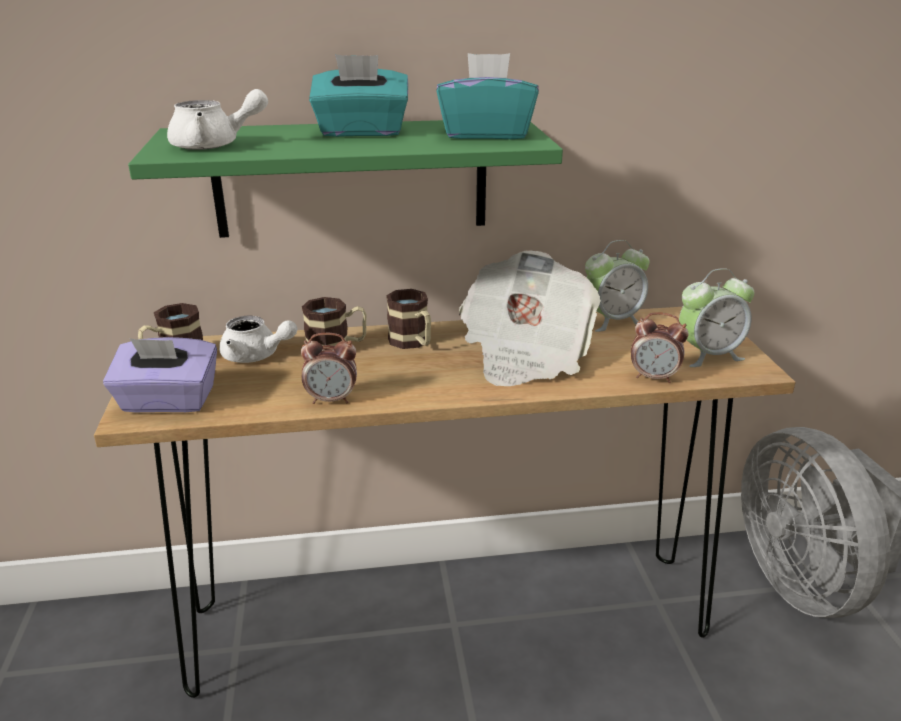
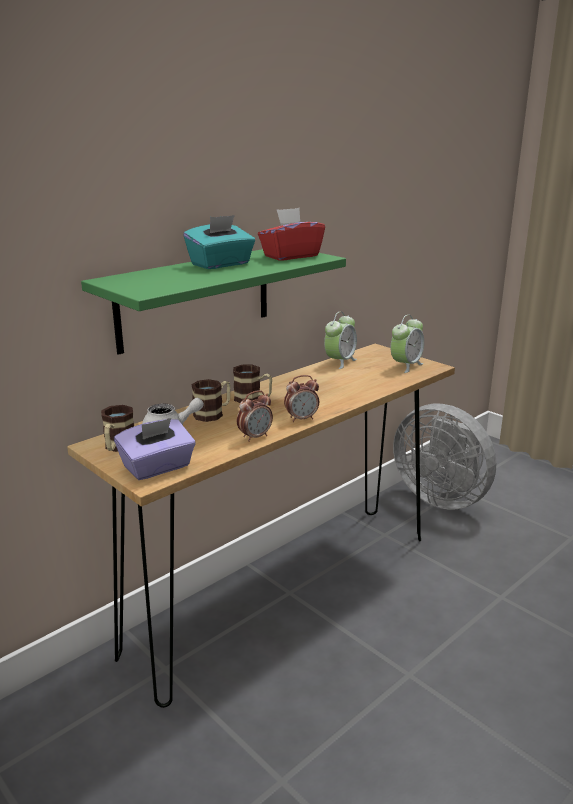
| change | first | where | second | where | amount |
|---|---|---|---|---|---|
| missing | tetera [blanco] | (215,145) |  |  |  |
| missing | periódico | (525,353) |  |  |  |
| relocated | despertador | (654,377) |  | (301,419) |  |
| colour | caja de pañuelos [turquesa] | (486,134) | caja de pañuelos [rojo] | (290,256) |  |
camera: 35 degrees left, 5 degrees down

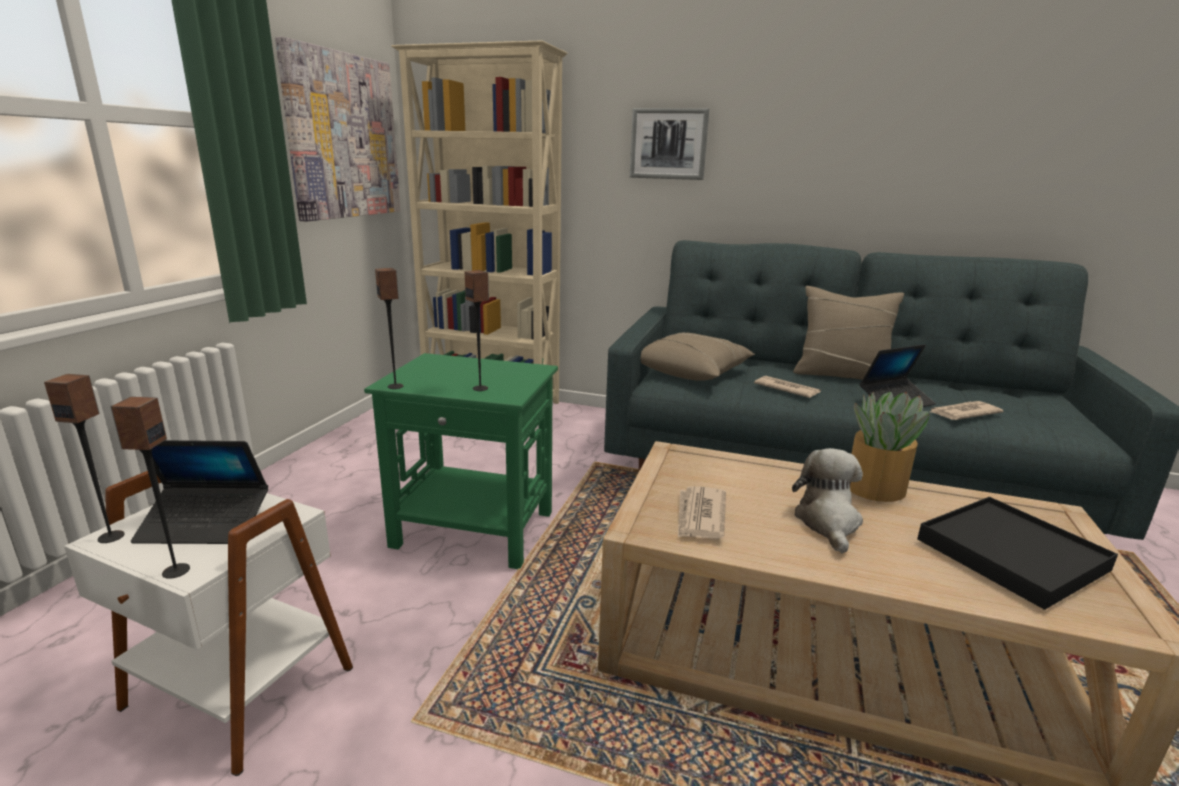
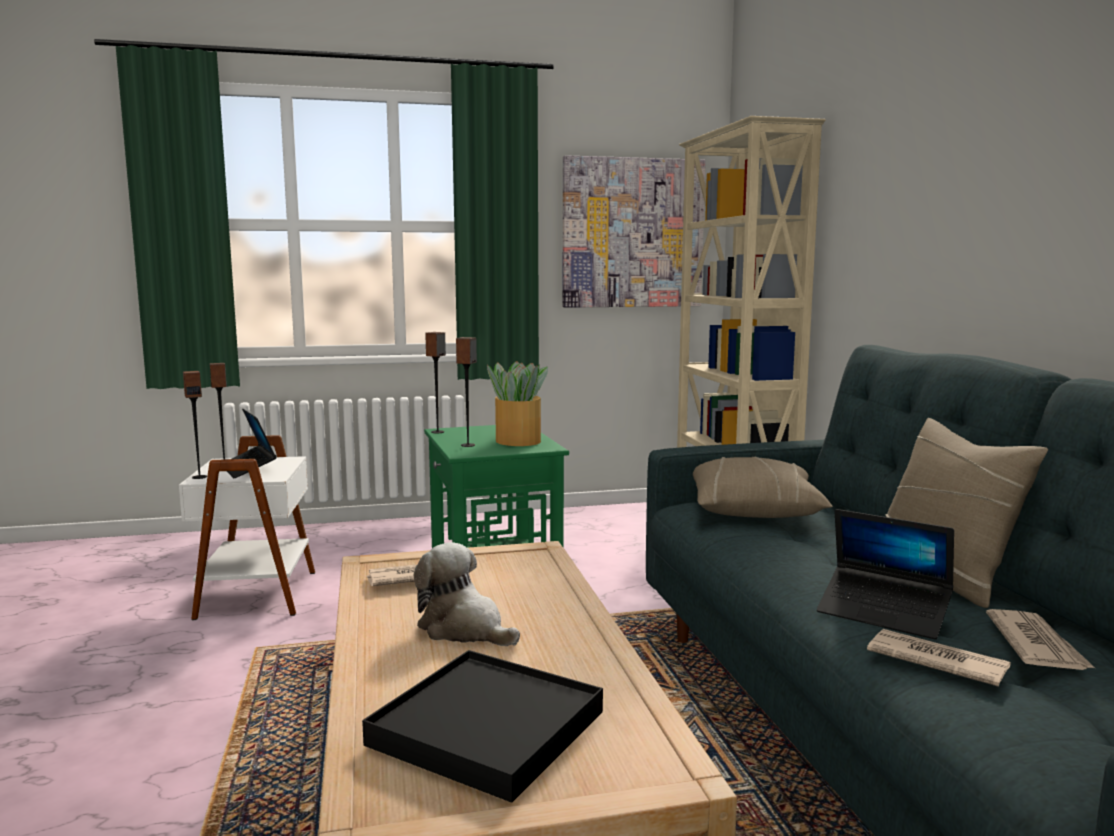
| change | first | where | second | where | amount |
|---|---|---|---|---|---|
| missing | cuadro | (668,144) |  |  |  |
| relocated | periódico | (786,389) |  | (1036,645) |  |
| relocated | planta en maceta | (874,488) |  | (517,441) |  |
| spun | peluche | (828,522) |  | (464,629) | 120 degrees counterclockwise |
camera: 60 degrees right, 10 degrees down

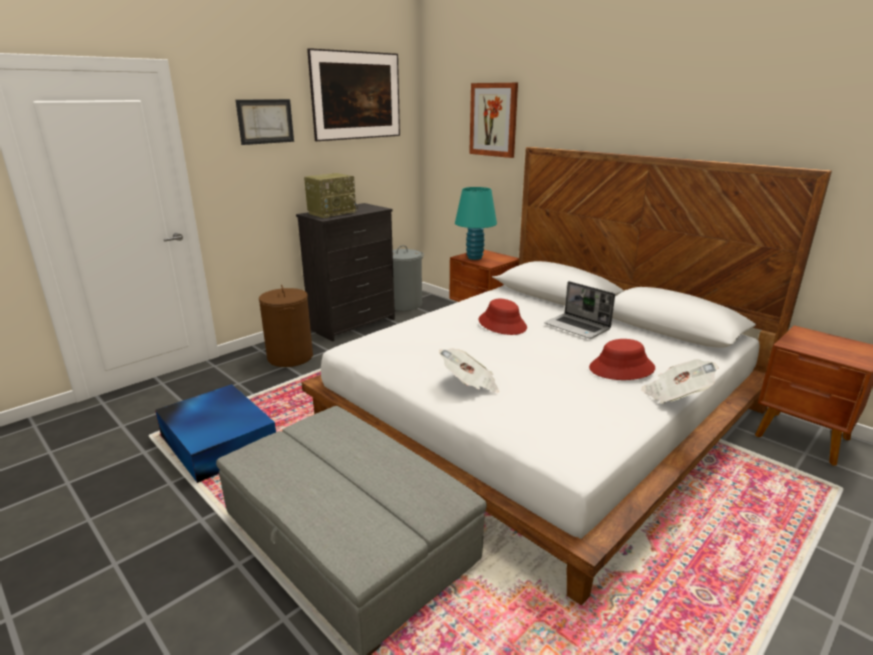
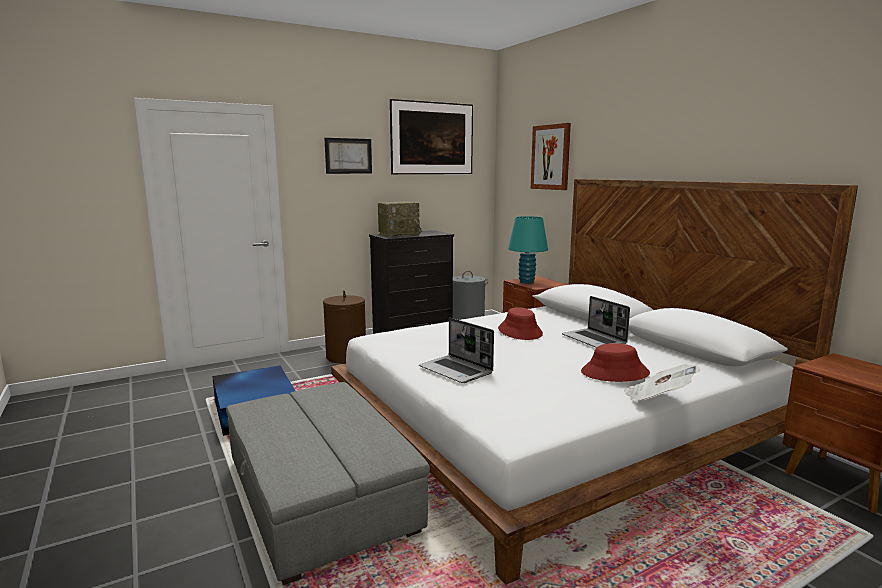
| change | first | where | second | where | amount |
|---|---|---|---|---|---|
| exchanged | periódico | (470,385) | portátil | (456,370) |  |
camera: 15 degrees right, 10 degrees down

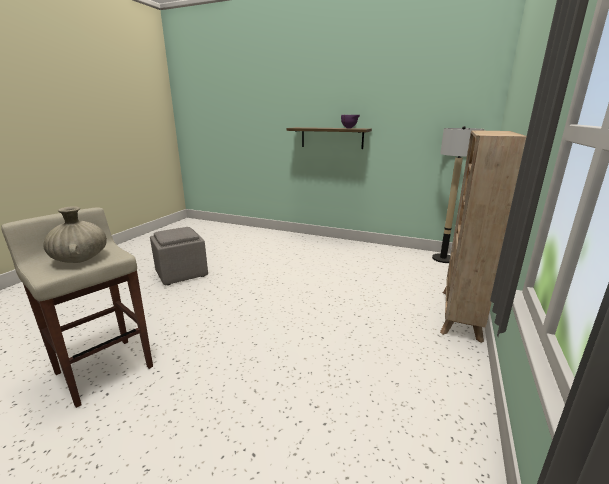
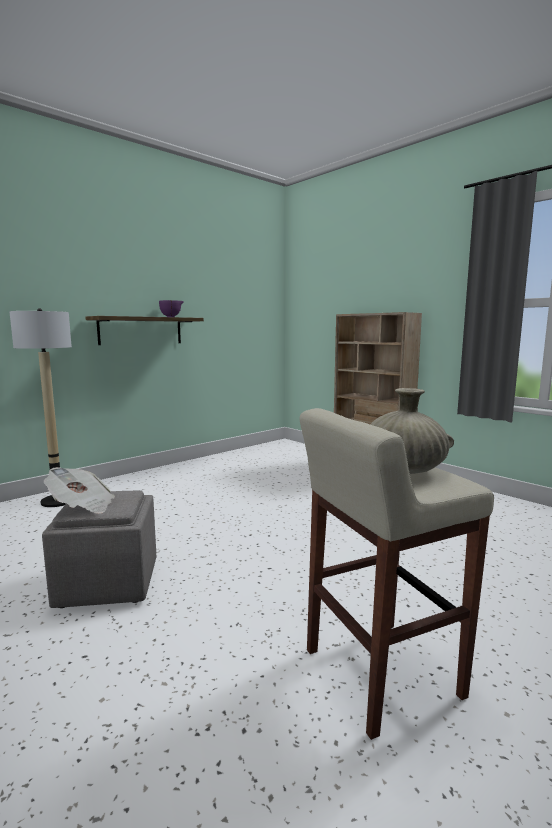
| change | first | where | second | where | amount |
|---|---|---|---|---|---|
| appeared |  |  | periódico | (82,506) |  |
| relocated | lámpara de pie | (443,258) |  | (58,501) |  |
camera: 65 degrees left, 10 degrees down

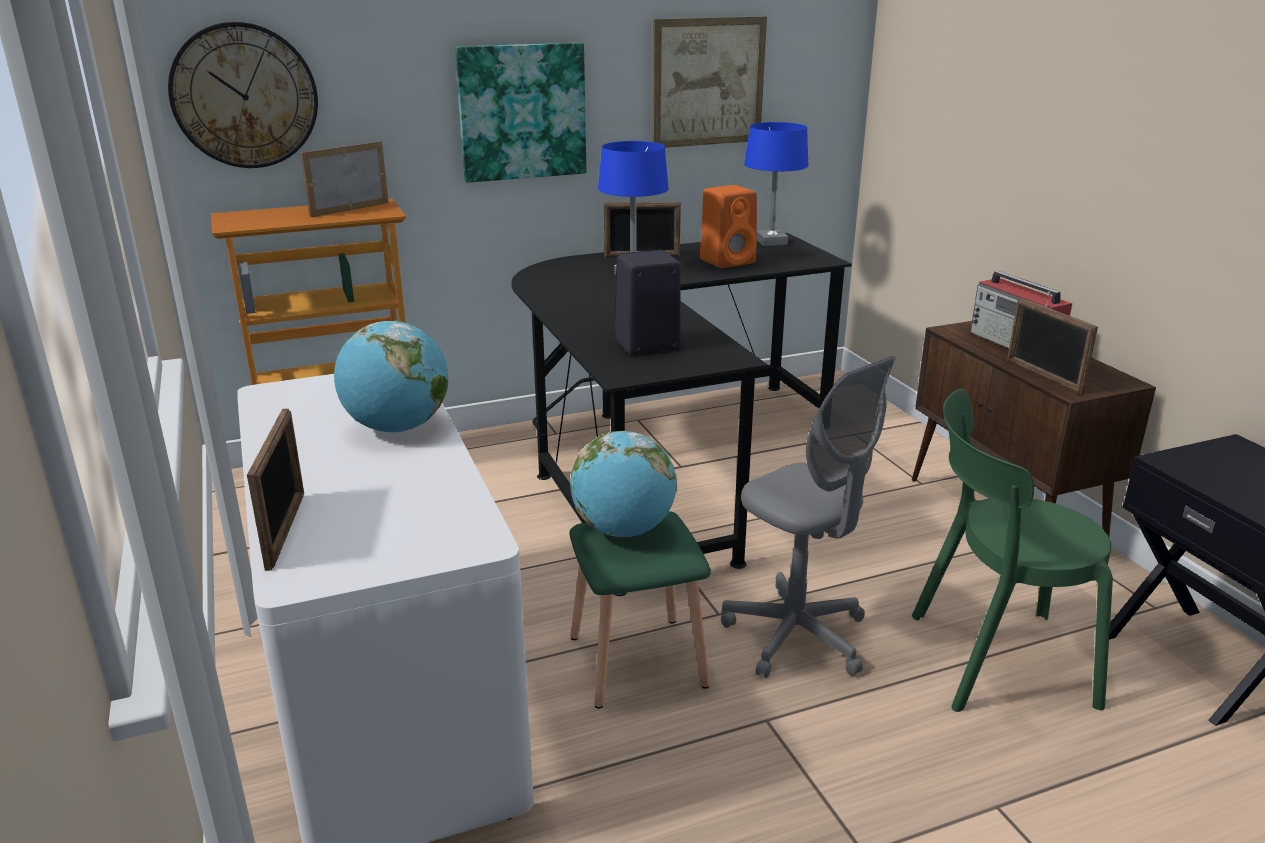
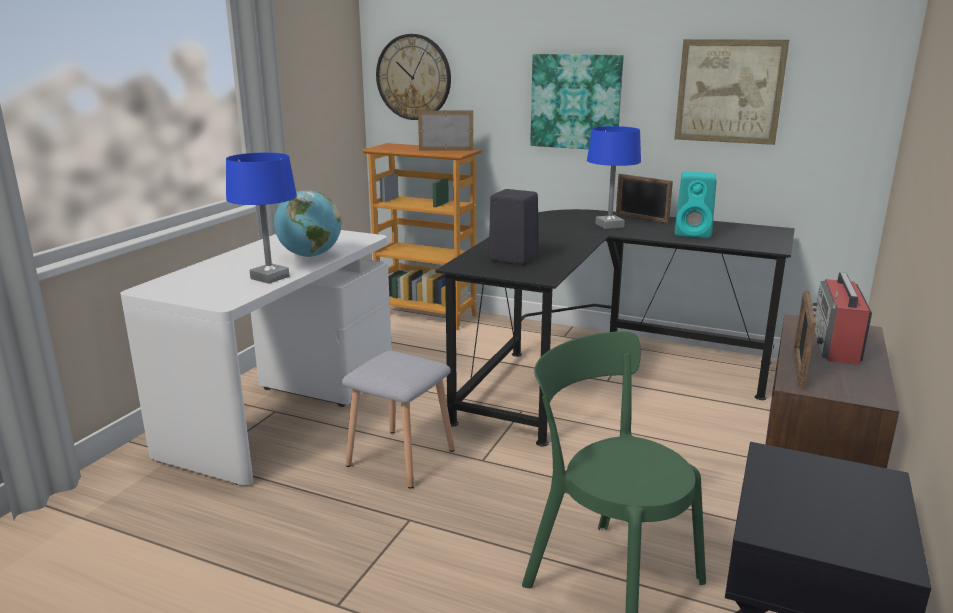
| change | first | where | second | where | amount |
|---|---|---|---|---|---|
| missing | portarretratos | (286,530) |  |  |  |
| missing | globo terráqueo | (624,530) |  |  |  |
| missing | silla de oficina [gris] | (796,636) |  |  |  |
| relocated | lámpara de mesa [azul] | (771,242) |  | (269,277) |  |
| colour | taburete [verde] | (639,662) | taburete [gris] | (400,458) |  |
| colour | altavoz [naranja] | (728,261) | altavoz [turquesa] | (694,233) |  |
camera: 45 degrees right, 5 degrees down

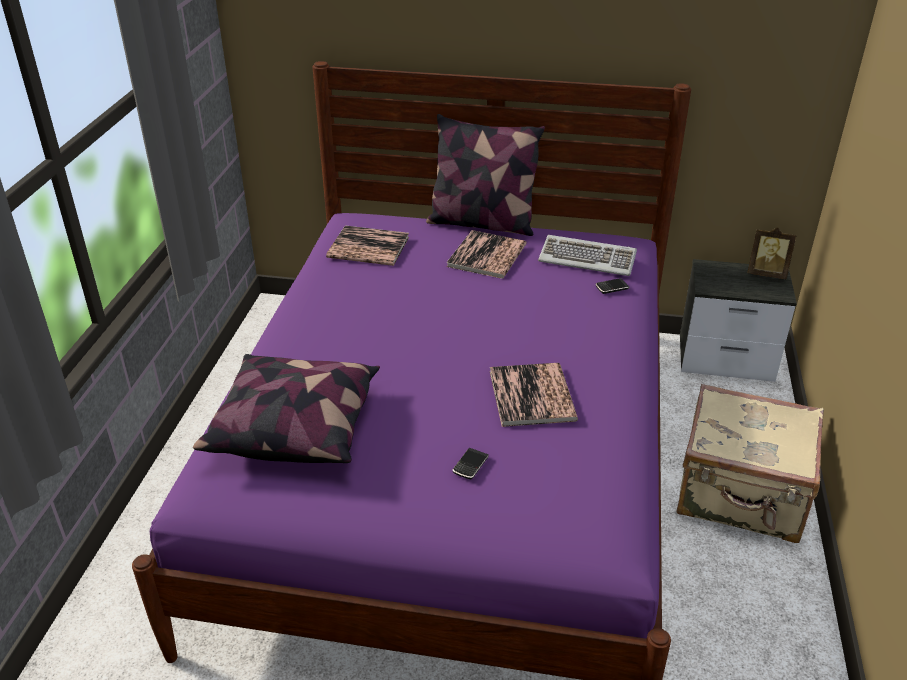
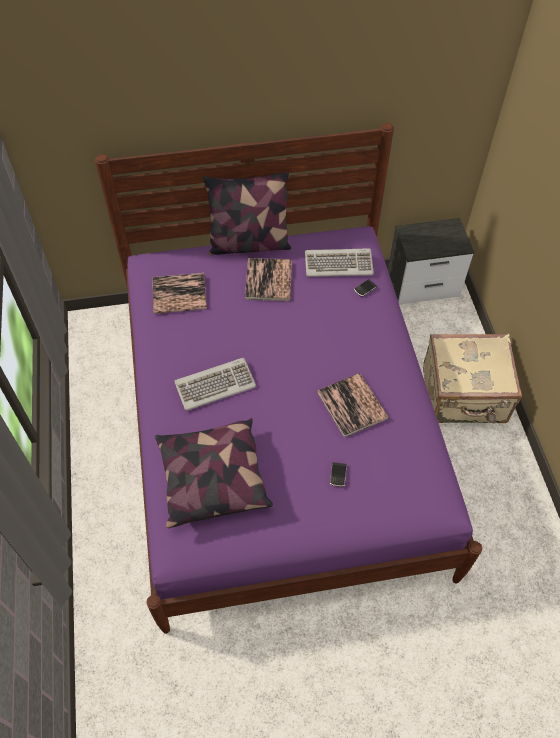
| change | first | where | second | where | amount |
|---|---|---|---|---|---|
| missing | portarretratos | (766,273) |  |  |  |
| appeared |  |  | teclado | (215,385) |  |
camera: 20 degrees left, 20 degrees up

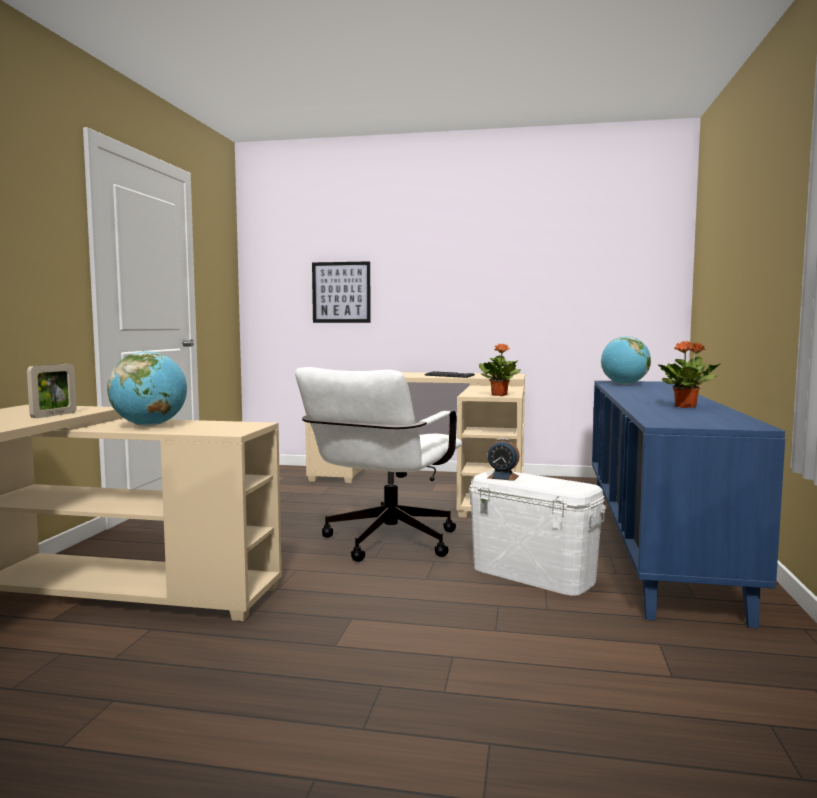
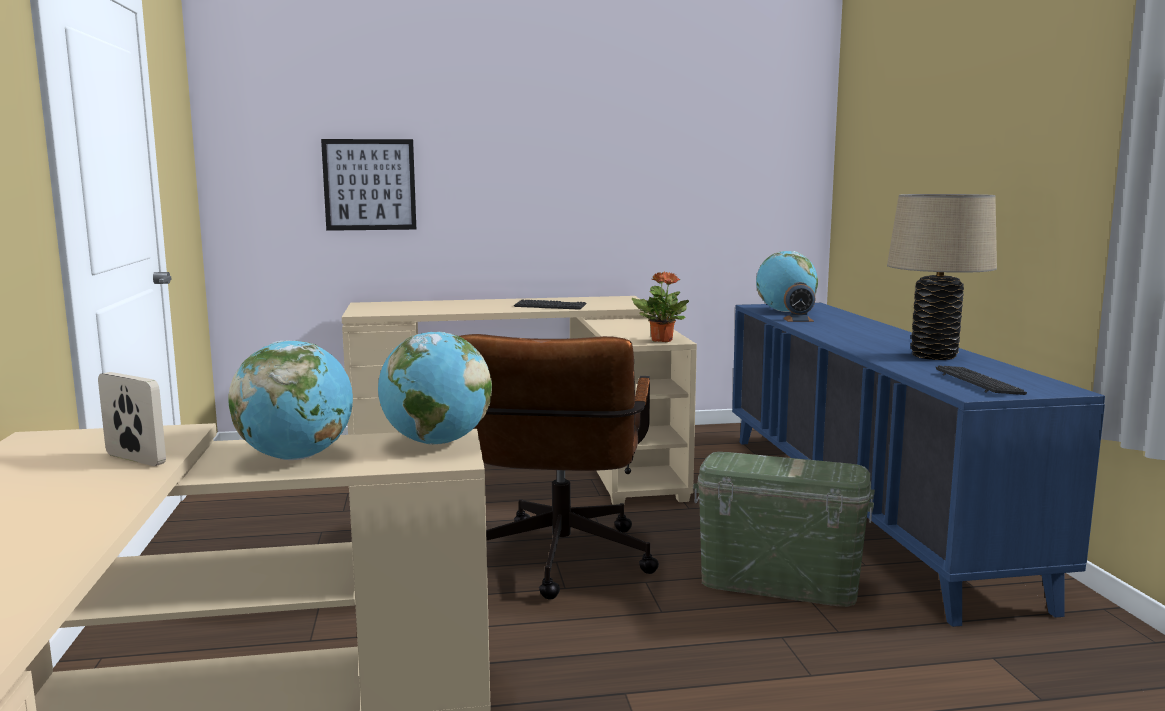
| change | first | where | second | where | amount |
|---|---|---|---|---|---|
| appeared |  |  | globo terráqueo | (436,443) |  |
| appeared |  |  | teclado | (978,383) |  |
| relocated | despertador | (502,477) |  | (798,320) |  |
| exchanged | planta en maceta | (686,407) | lámpara de mesa [beis] | (933,356) |  |
| colour | silla de oficina [blanco] | (384,544) | silla de oficina [marrón] | (558,565) |  |
| colour | caja de almacenaje [blanco] | (533,574) | caja de almacenaje [verde] | (779,582) |  |
| spun | portarretratos | (54,415) |  | (135,459) | 60 degrees counterclockwise |
camera: 20 degrees left, 5 degrees up

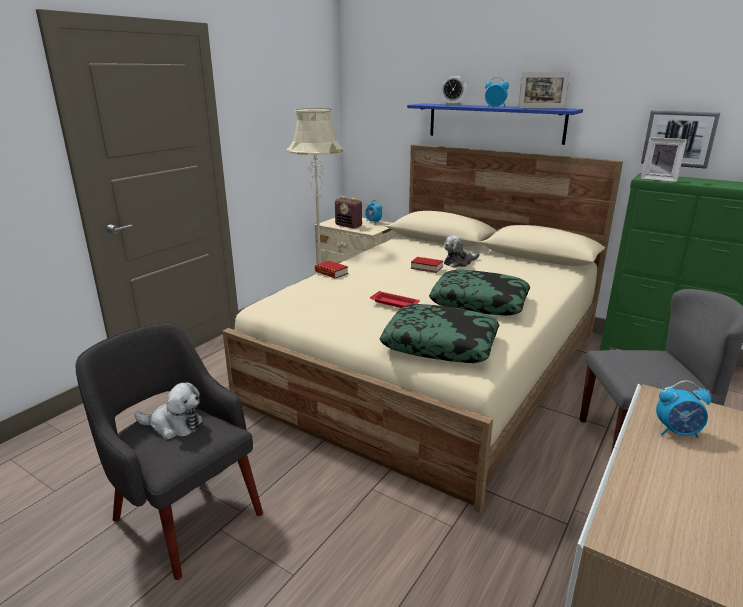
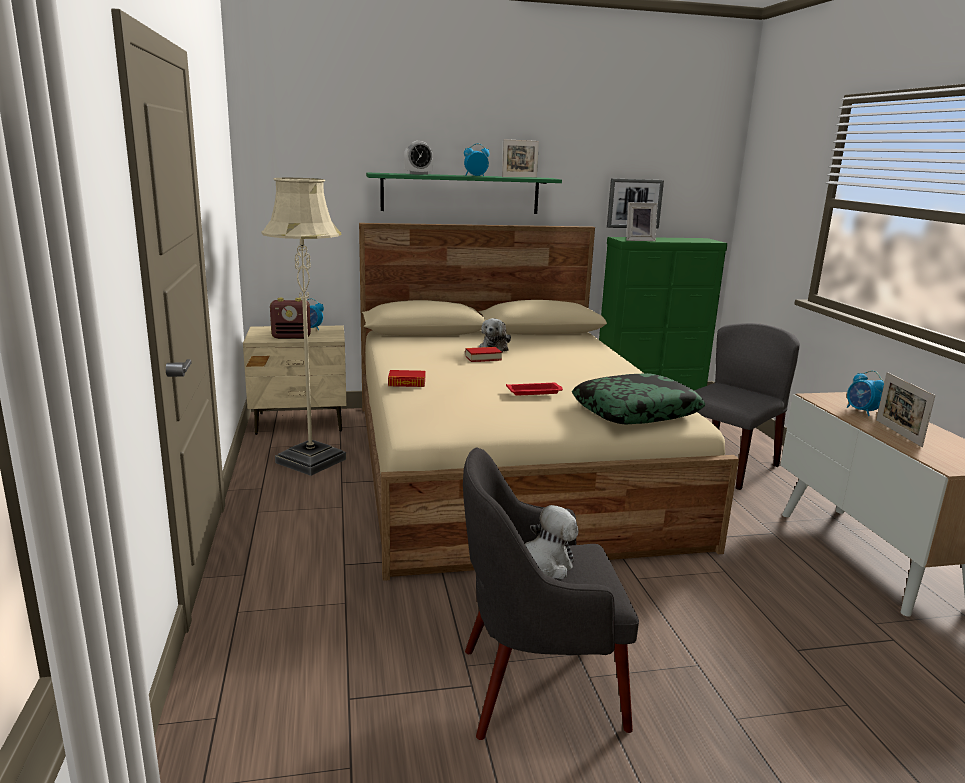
| change | first | where | second | where | amount |
|---|---|---|---|---|---|
| missing | cojín | (479,302) |  |  |  |
| appeared |  |  | portarretratos | (898,433) |  |
| colour | estante [azul] | (494,123) | estante [verde] | (460,194) |  |
| spun | despertador | (677,432) |  | (861,411) | 105 degrees clockwise |
camera: 45 degrees left, 5 degrees down

